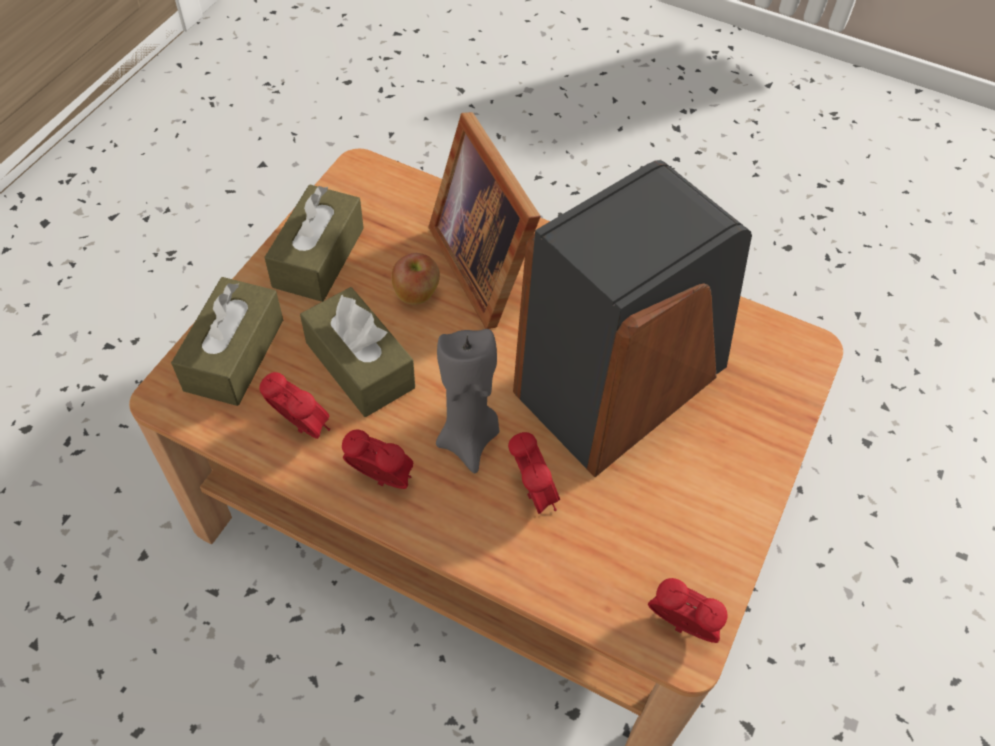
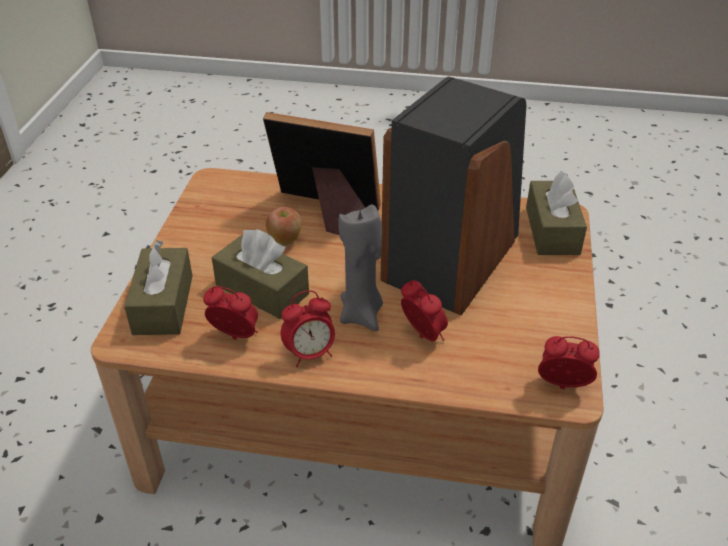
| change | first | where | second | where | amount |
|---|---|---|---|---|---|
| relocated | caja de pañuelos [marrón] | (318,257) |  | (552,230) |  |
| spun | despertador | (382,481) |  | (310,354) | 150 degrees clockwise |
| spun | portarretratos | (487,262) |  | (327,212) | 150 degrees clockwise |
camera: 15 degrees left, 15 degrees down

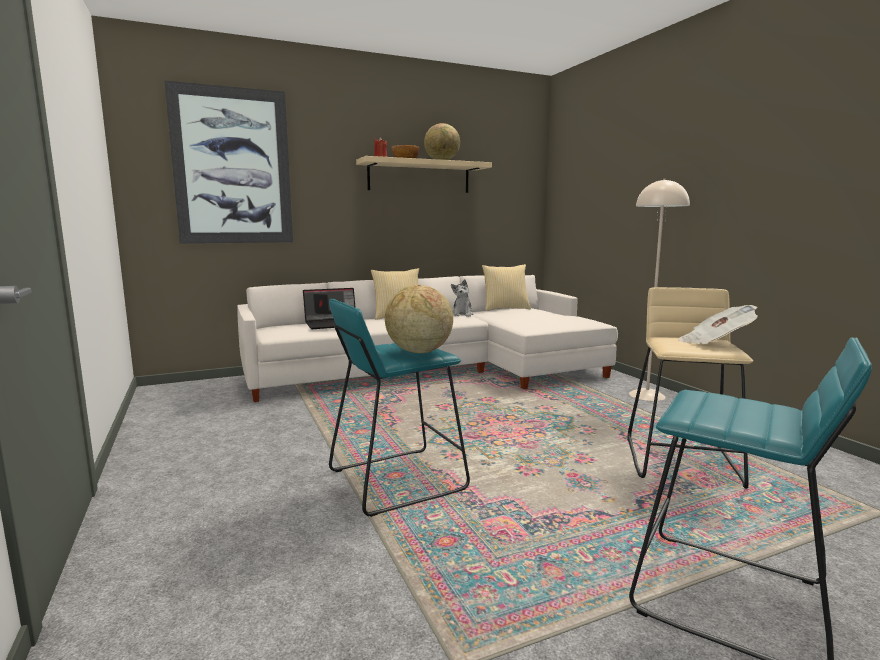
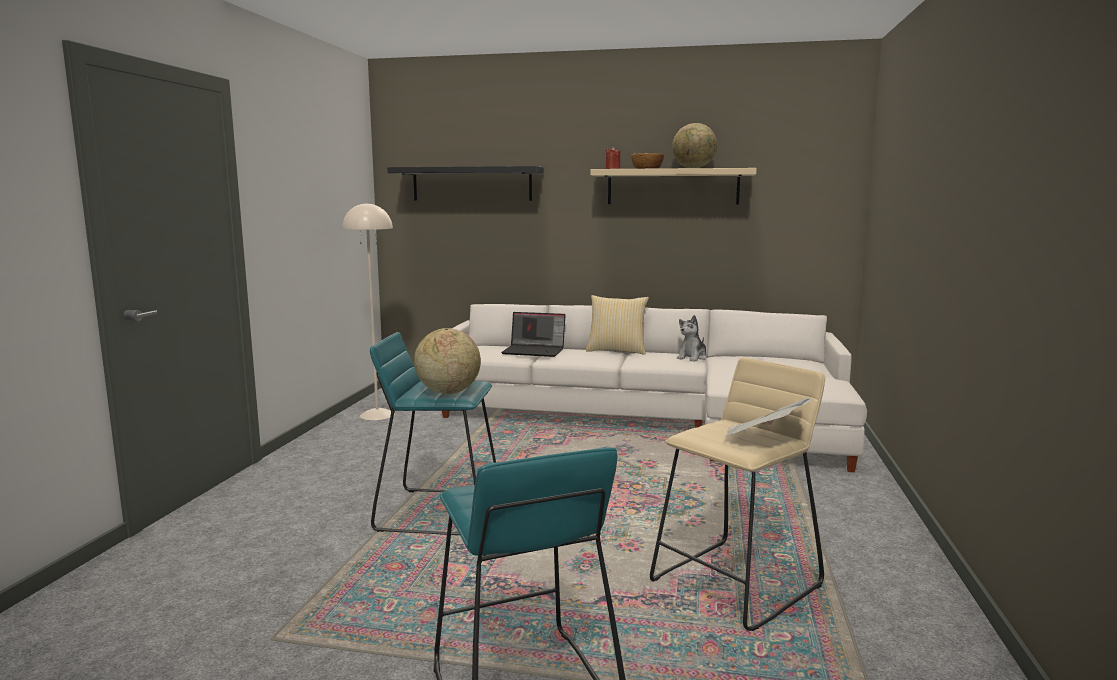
| change | first | where | second | where | amount |
|---|---|---|---|---|---|
| missing | cojín | (505,308) |  |  |  |
| relocated | lámpara de pie [beis] | (646,395) |  | (377,415) |  |
| exchanged | cuadro | (233,167) | estante [negro] | (472,184) |  |
camera: 35 degrees right, 0 degrees up

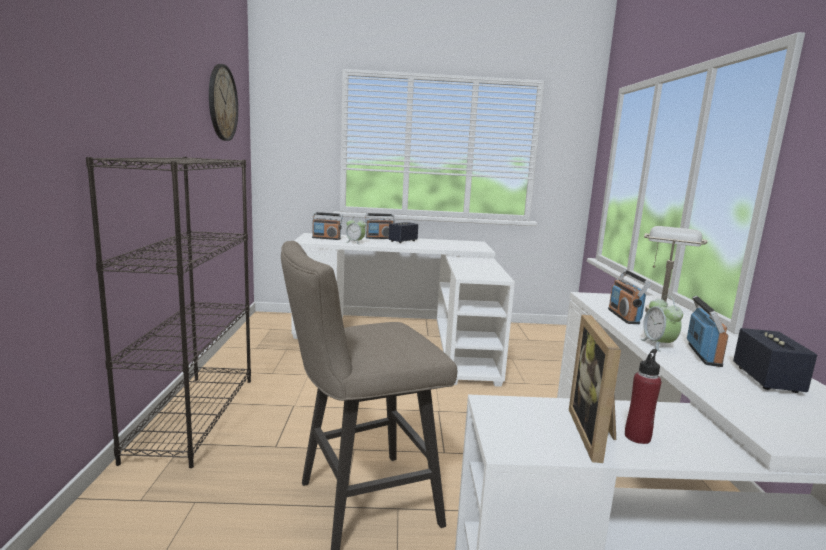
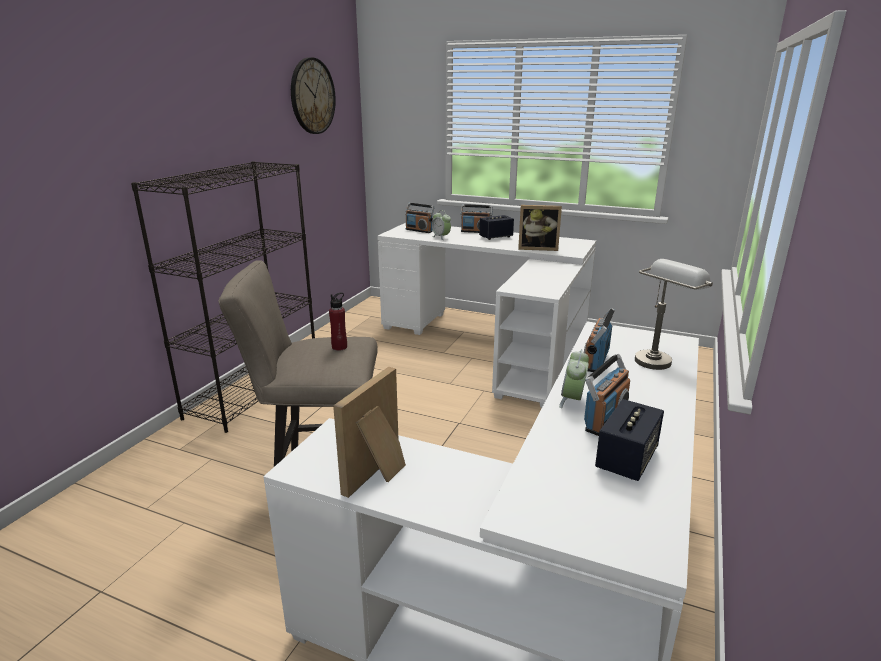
| change | first | where | second | where | amount |
|---|---|---|---|---|---|
| appeared |  |  | portarretratos | (538,248) |  |
| relocated | botella [rojo] | (637,437) |  | (339,347) |  |
camera: 25 degrees right, 10 degrees up

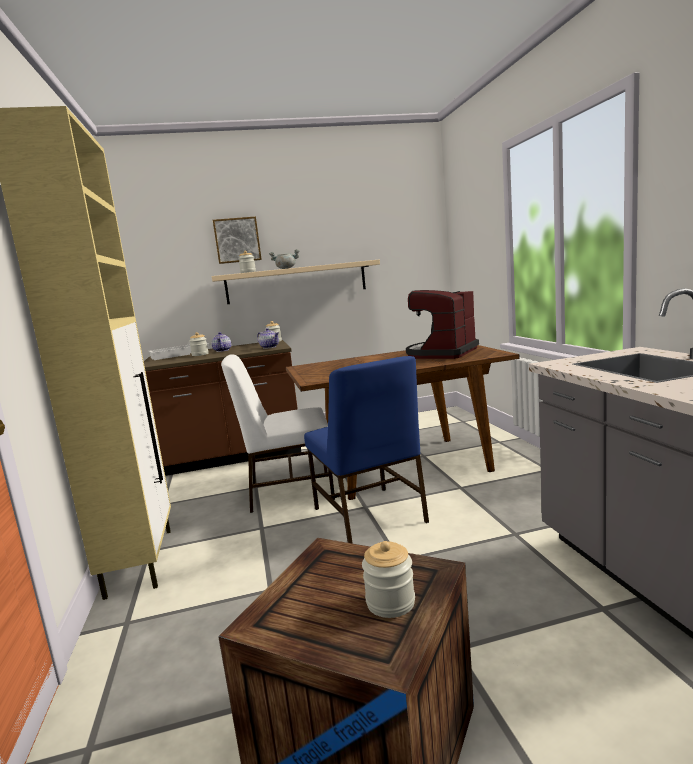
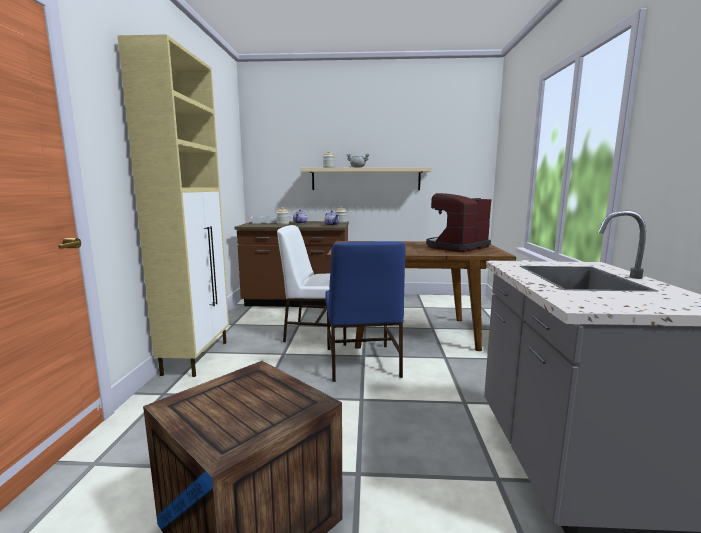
| change | first | where | second | where | amount |
|---|---|---|---|---|---|
| missing | cuadro | (237,240) |  |  |  |
| missing | tarro | (390,602) |  |  |  |
camera: 15 degrees right, 0 degrees up

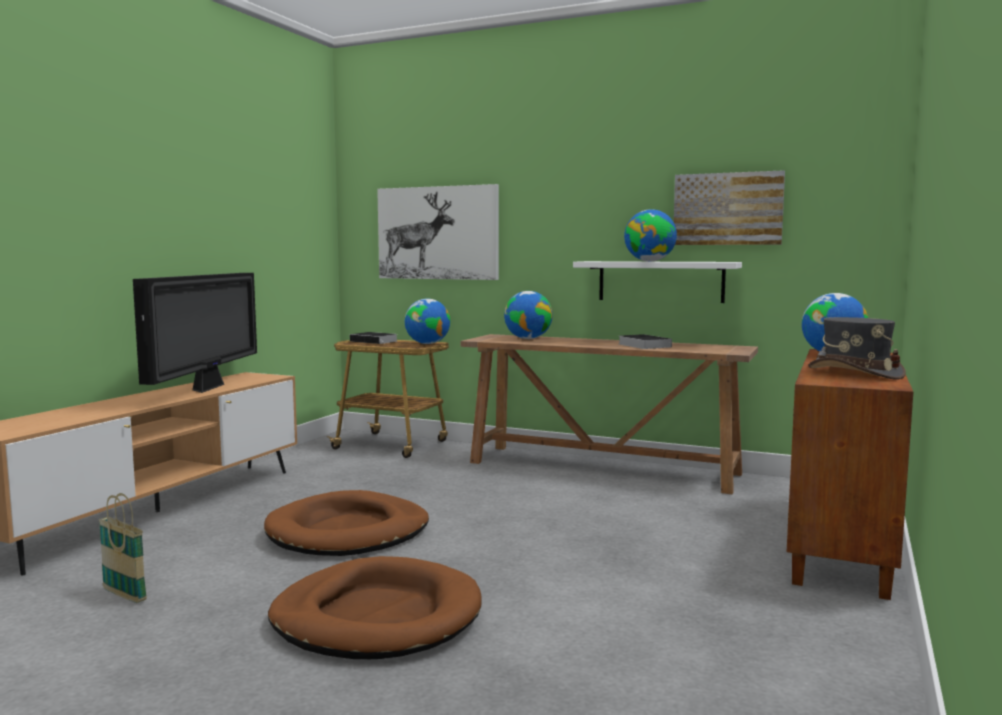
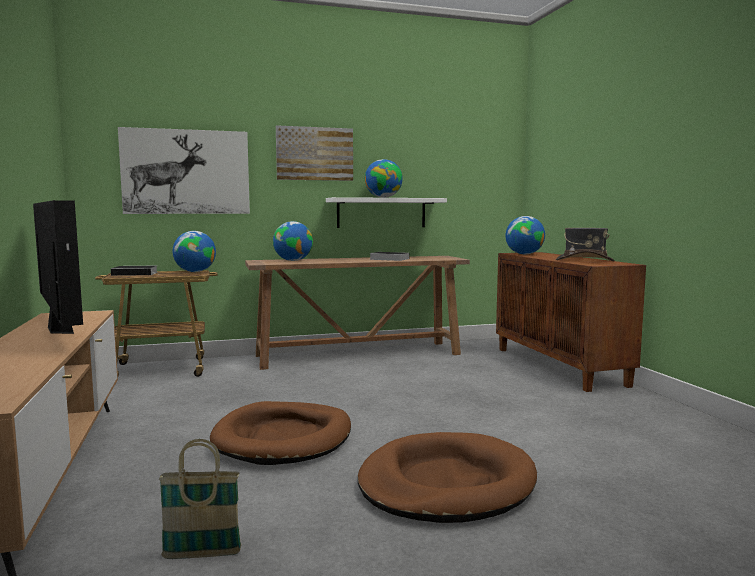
| change | first | where | second | where | amount |
|---|---|---|---|---|---|
| relocated | cuadro | (727,209) |  | (314,154) |  |
camera: 40 degrees left, 0 degrees up

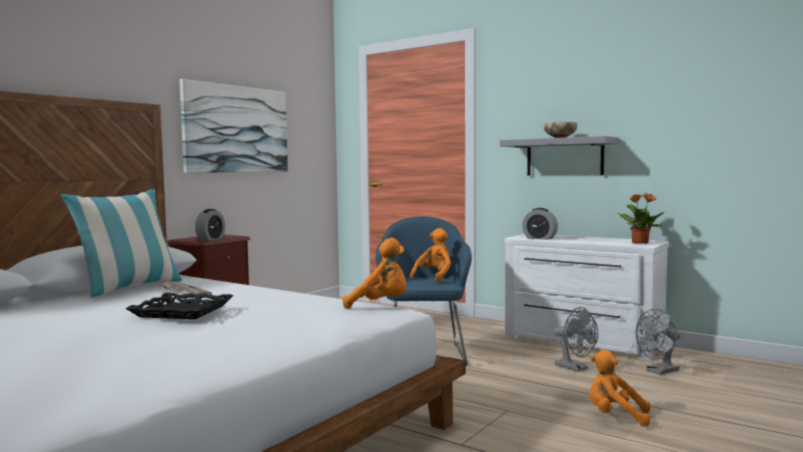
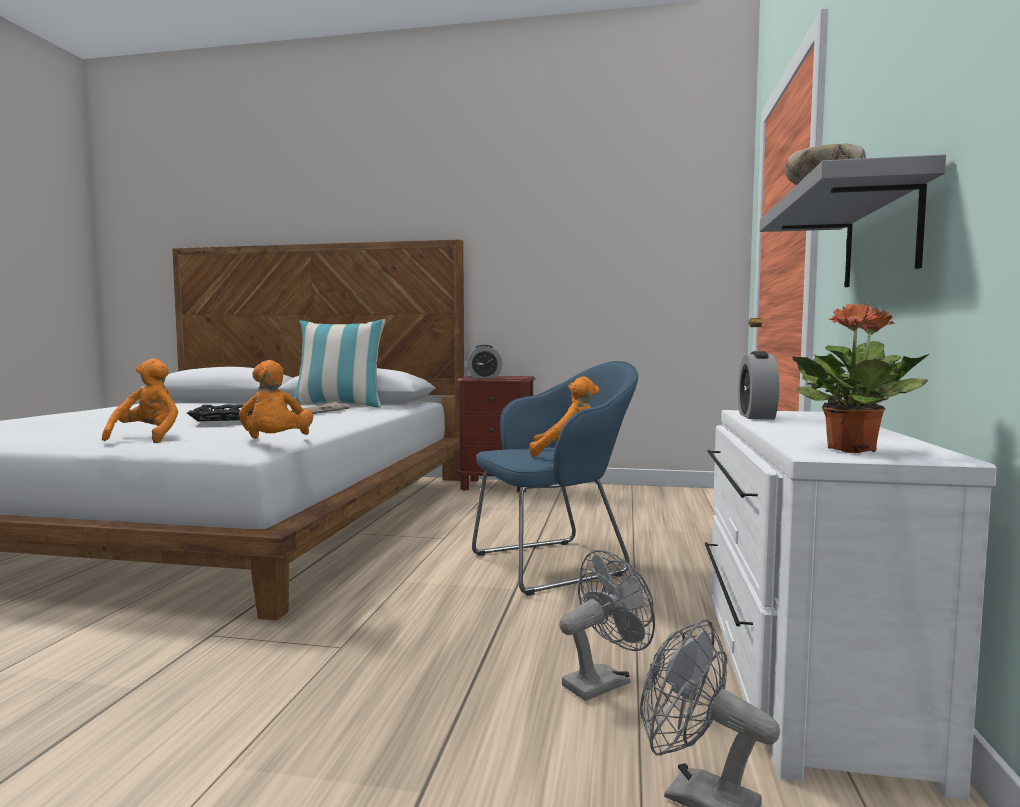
| change | first | where | second | where | amount |
|---|---|---|---|---|---|
| missing | cuadro | (236,129) |  |  |  |
| relocated | peluche [naranja] | (615,416) |  | (148,438) |  |
| spun | ventilador [gris] | (575,368) |  | (603,681) | 150 degrees counterclockwise |
camera: 65 degrees right, 0 degrees up

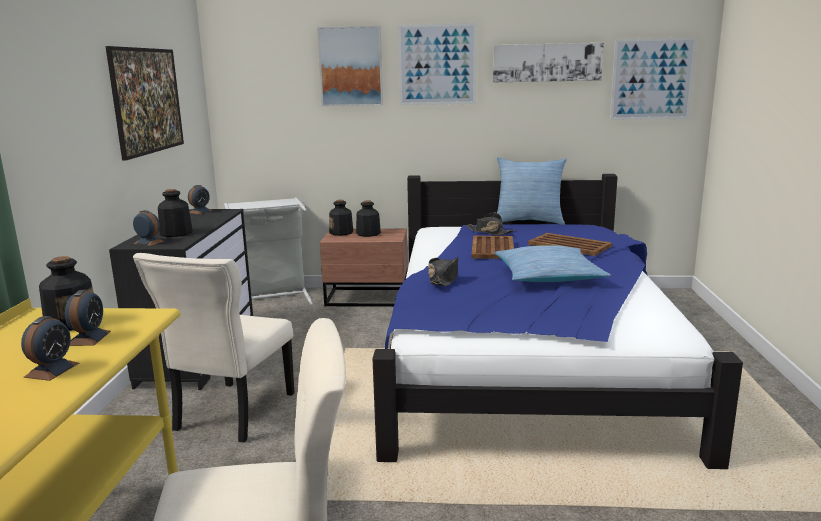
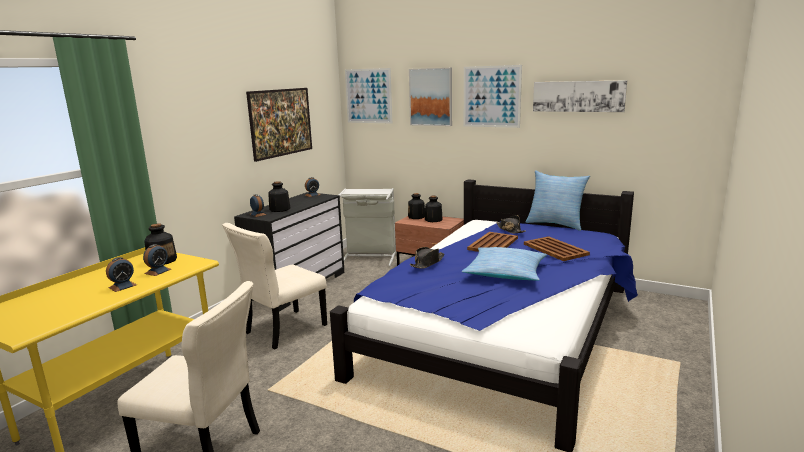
| change | first | where | second | where | amount |
|---|---|---|---|---|---|
| relocated | cuadro | (652,79) |  | (368,96) |  |
camera: 25 degrees right, 0 degrees up

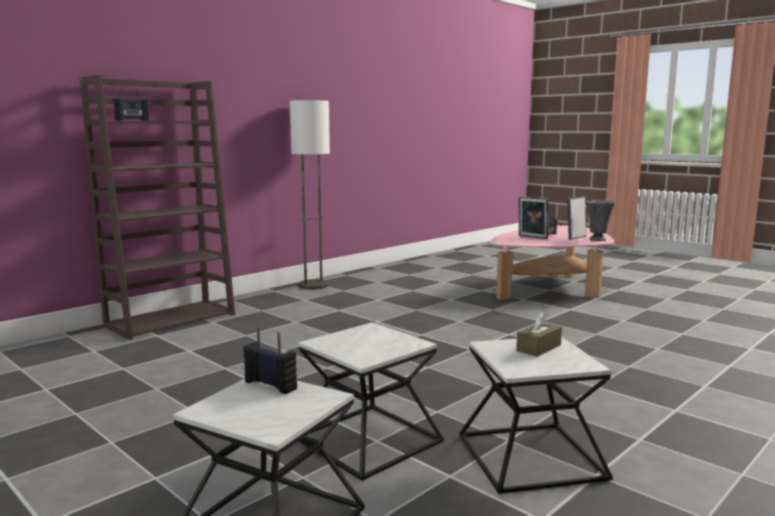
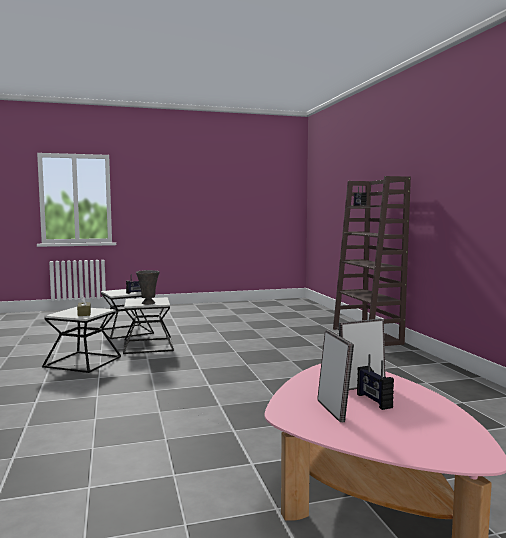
| change | first | where | second | where | amount |
|---|---|---|---|---|---|
| missing | lámpara de pie | (313,285) |  |  |  |
| relocated | florero [gris] | (597,239) |  | (148,303) |  |
camera: 120 degrees right, 5 degrees down

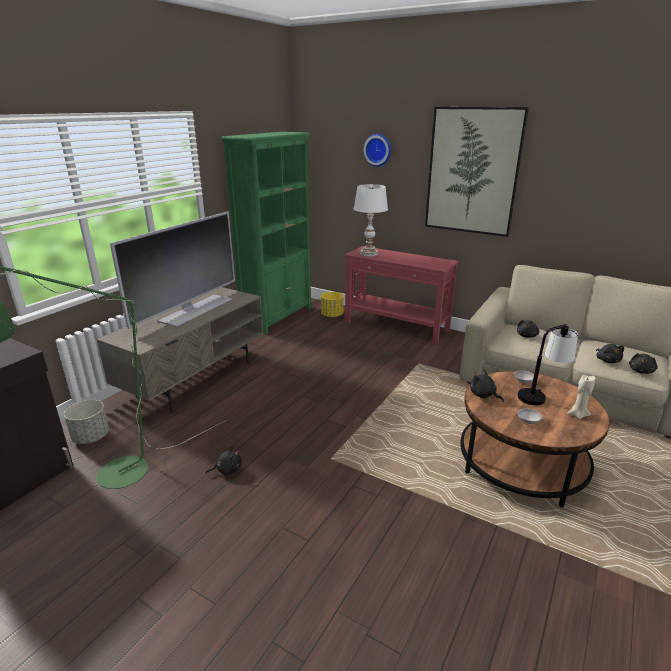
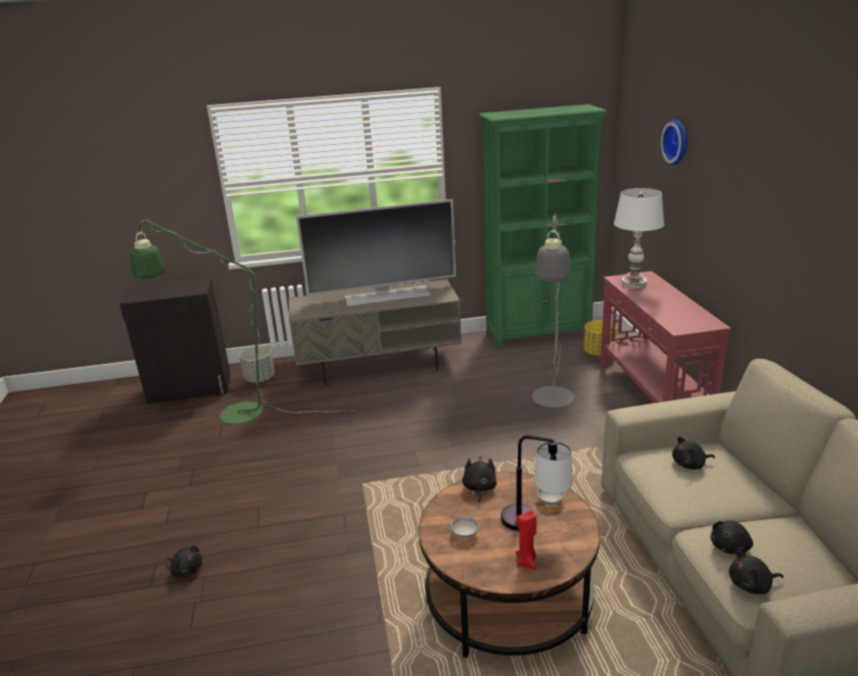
| change | first | where | second | where | amount |
|---|---|---|---|---|---|
| missing | cuadro | (472,172) |  |  |  |
| appeared |  |  | lámpara de pie [gris] | (552,403) |  |
| relocated | peluche [negro] | (227,469) |  | (186,569) |  |
| colour | vela [beis] | (577,415) | vela [rojo] | (526,562) |  |
camera: 50 degrees right, 0 degrees up

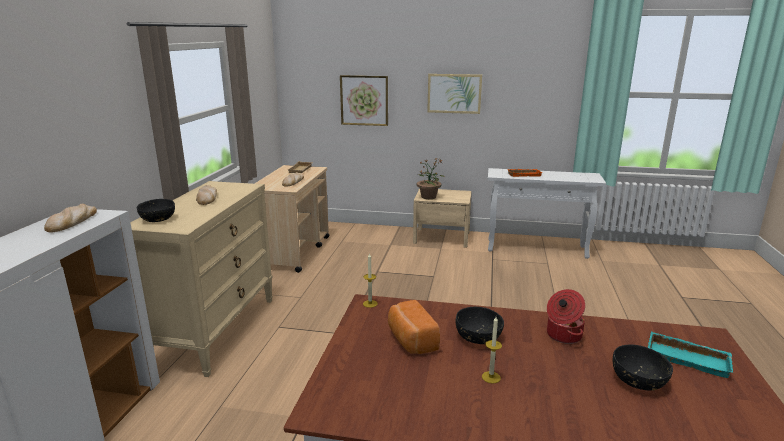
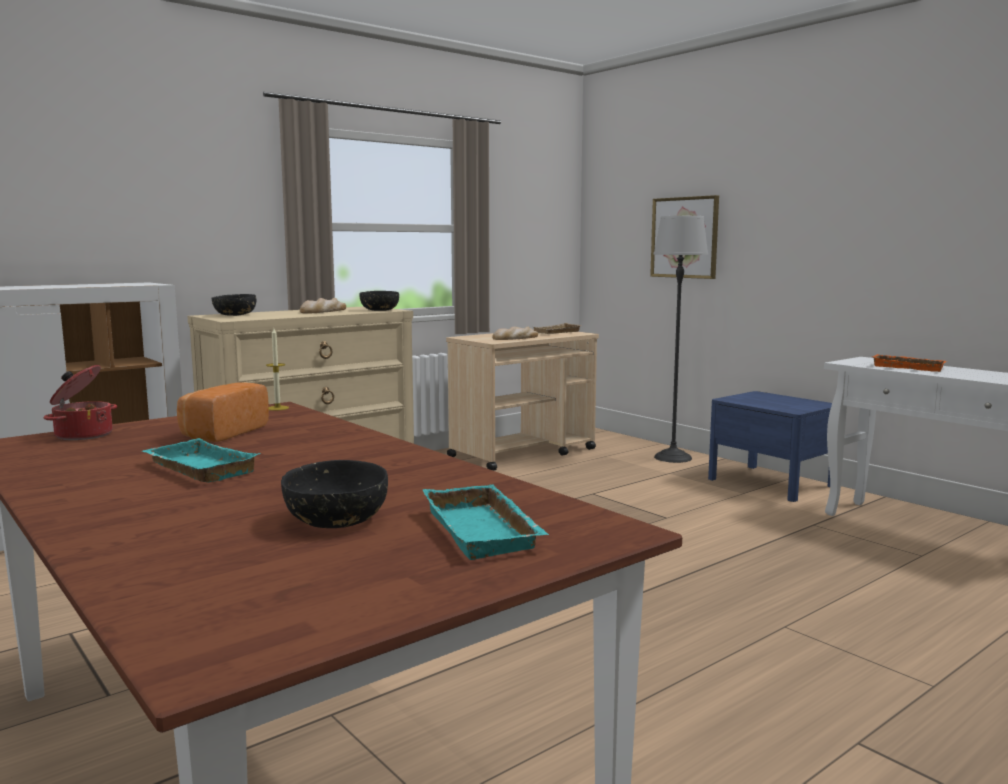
| change | first | where | second | where | amount |
|---|---|---|---|---|---|
| missing | pan | (72,221) |  |  |  |
| missing | planta en maceta | (429,197) |  |  |  |
| missing | cuadro | (454,93) |  |  |  |
| appeared |  |  | lámpara de pie | (673,457) |  |
| relocated | cuenco [negro] | (478,337) |  | (379,310) |  |
| relocated | olla | (563,335) |  | (83,435) |  |
| exchanged | vela | (491,377) | bandeja [turquesa] | (196,469) |  |
| colour | mesita de noche [beis] | (441,237) | mesita de noche [azul] | (770,483) |  |
camera: 40 degrees right, 10 degrees down

